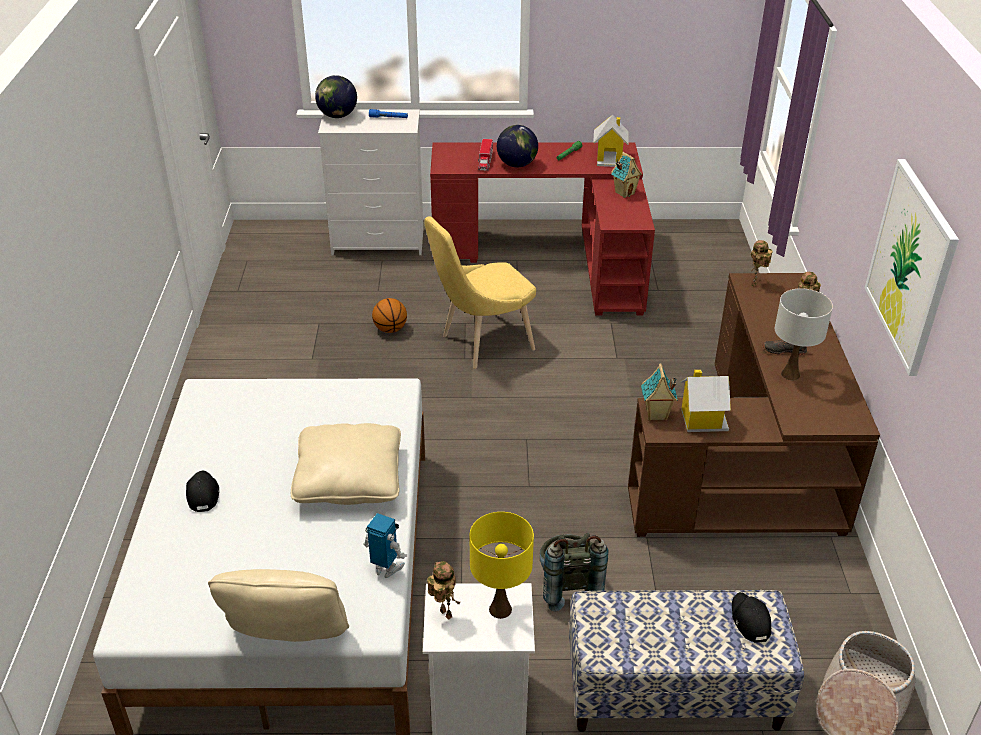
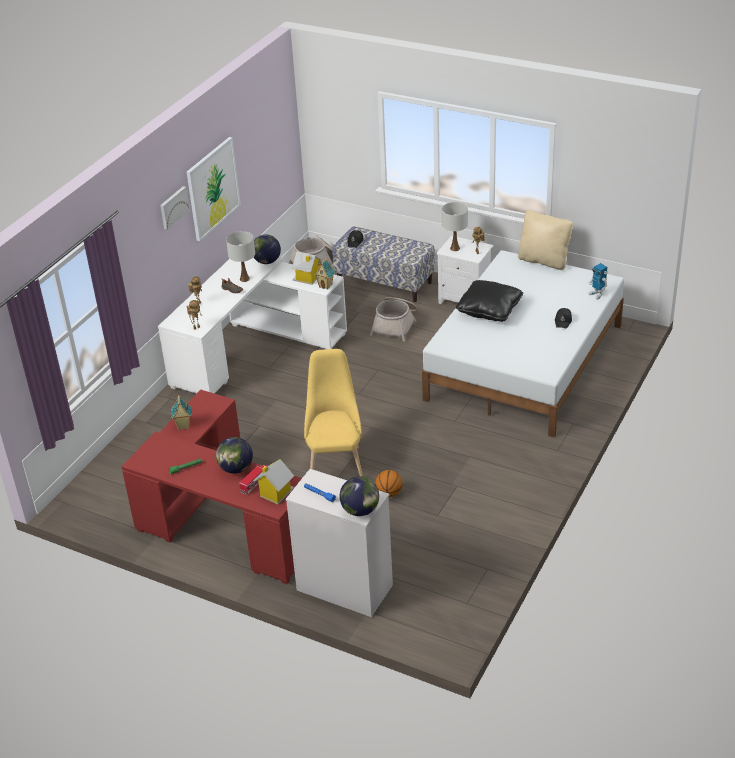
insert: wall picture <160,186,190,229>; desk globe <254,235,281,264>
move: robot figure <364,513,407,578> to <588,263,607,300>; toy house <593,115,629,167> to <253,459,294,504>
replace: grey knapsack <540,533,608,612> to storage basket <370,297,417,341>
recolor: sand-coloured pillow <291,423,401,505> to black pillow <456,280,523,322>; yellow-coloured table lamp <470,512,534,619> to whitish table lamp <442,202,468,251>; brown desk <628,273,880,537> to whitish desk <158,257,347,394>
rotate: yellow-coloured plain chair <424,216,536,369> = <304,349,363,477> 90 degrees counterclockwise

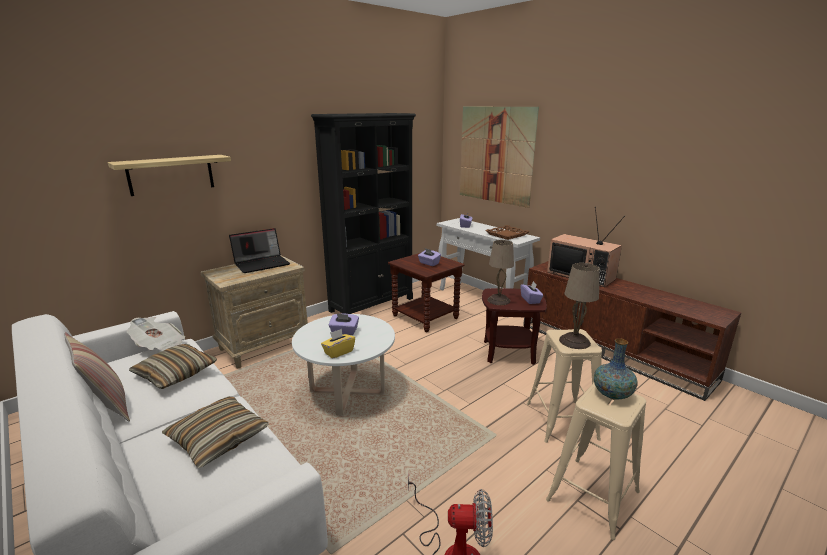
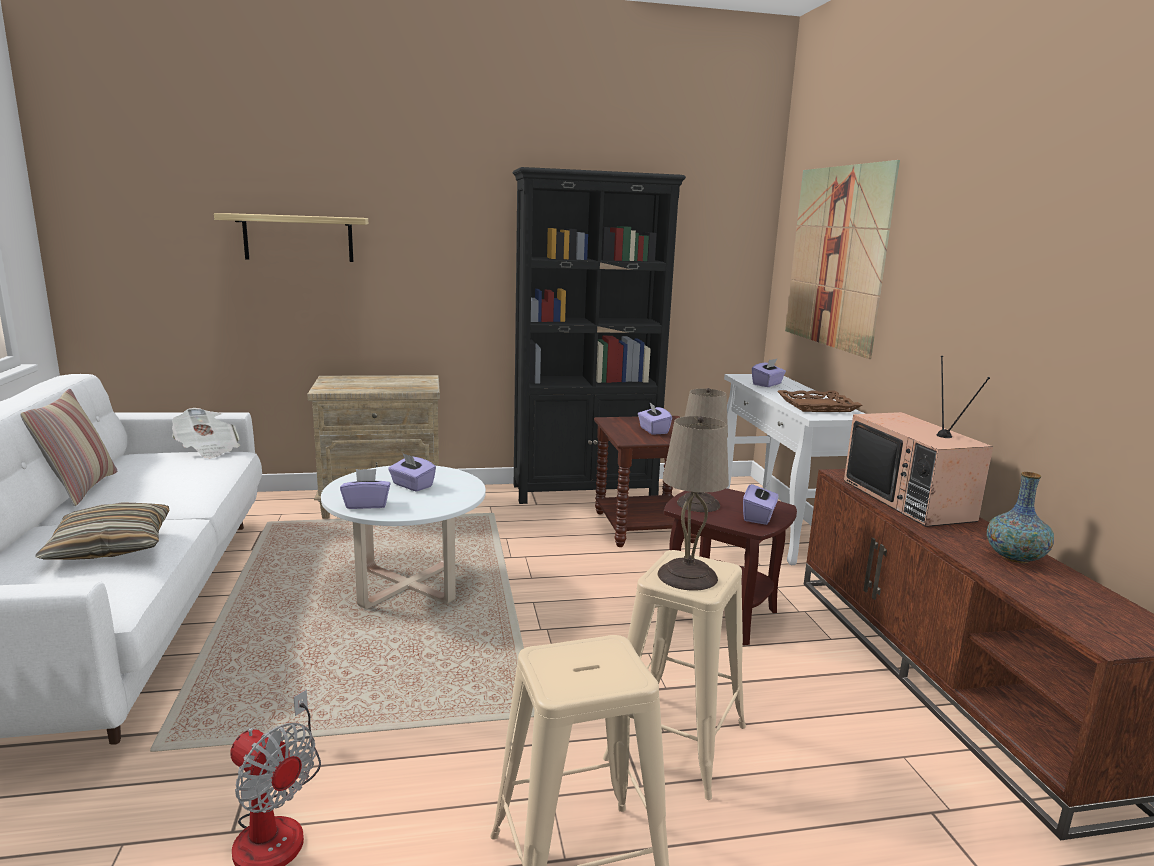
delete: pillow <129,344,217,389>; notebook computer <229,228,290,273>
move: flower vase <594,338,638,399> to <987,472,1054,563>
recolor: yellow-coloured tissue box <321,329,355,359> to purplish tissue box <340,469,391,509>

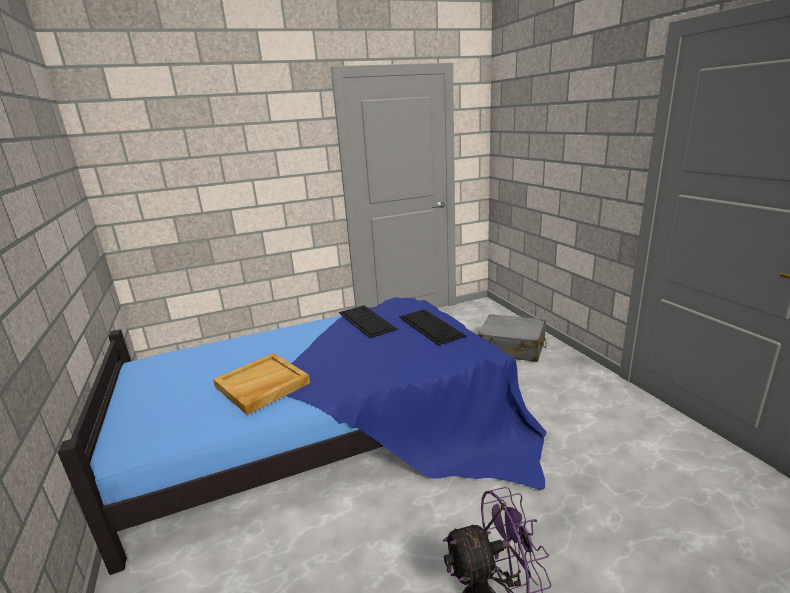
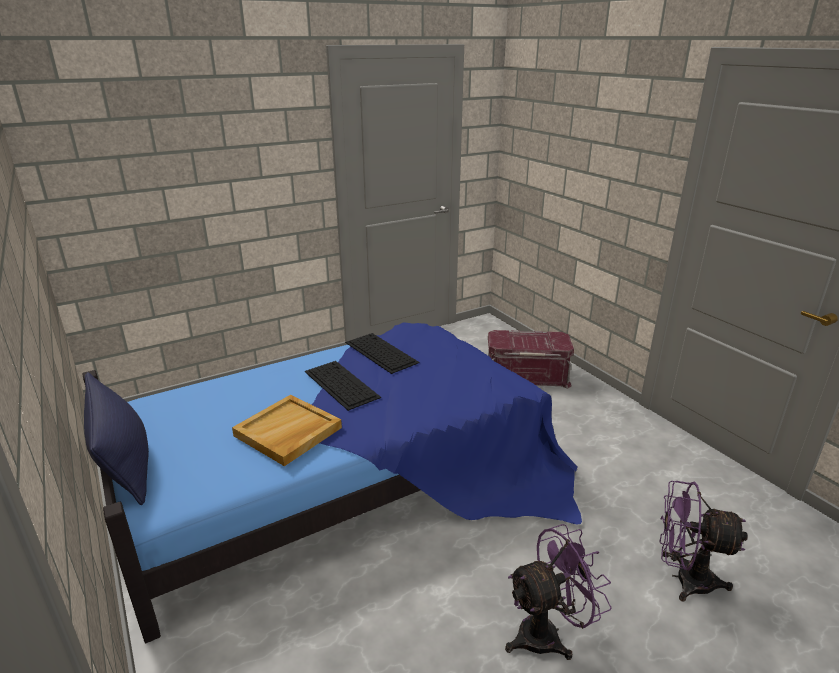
insert: blue pillow <84,372,149,505>; purplish electric fan <660,481,747,602>
move: PC keyboard <399,309,466,345> to <305,361,381,411>
replace: grey travel case <478,314,547,362> to reddish storage bin <488,330,574,389>

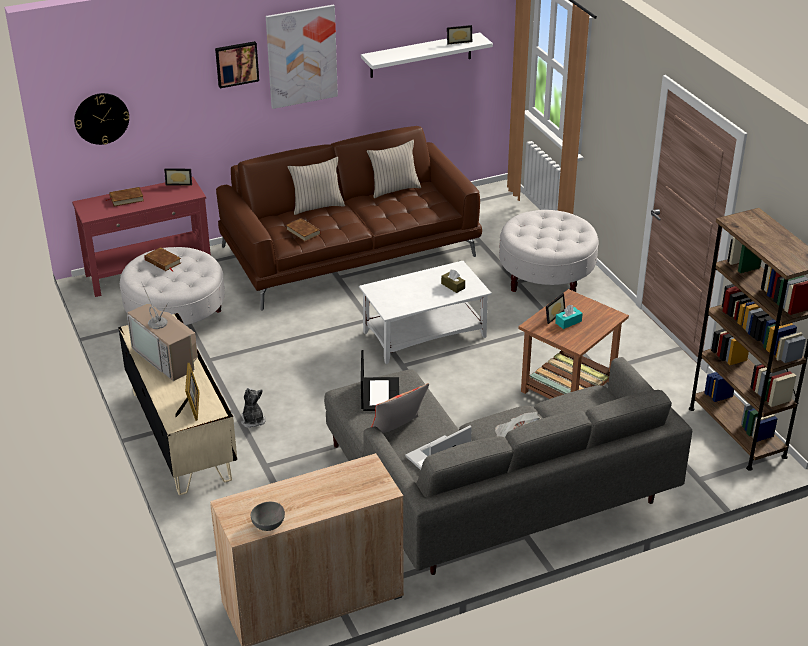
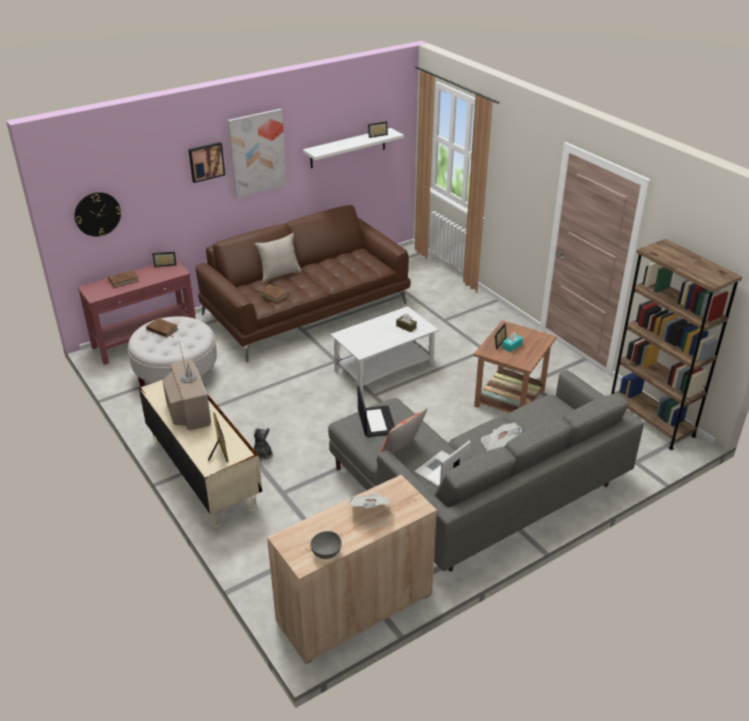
delete: sand-coloured pillow <367,140,421,198>; whitish pouffe <499,210,599,292>
insert: printed paper <348,493,392,508>
rotate: TV <127,282,198,381> = <163,342,211,430> 150 degrees counterclockwise

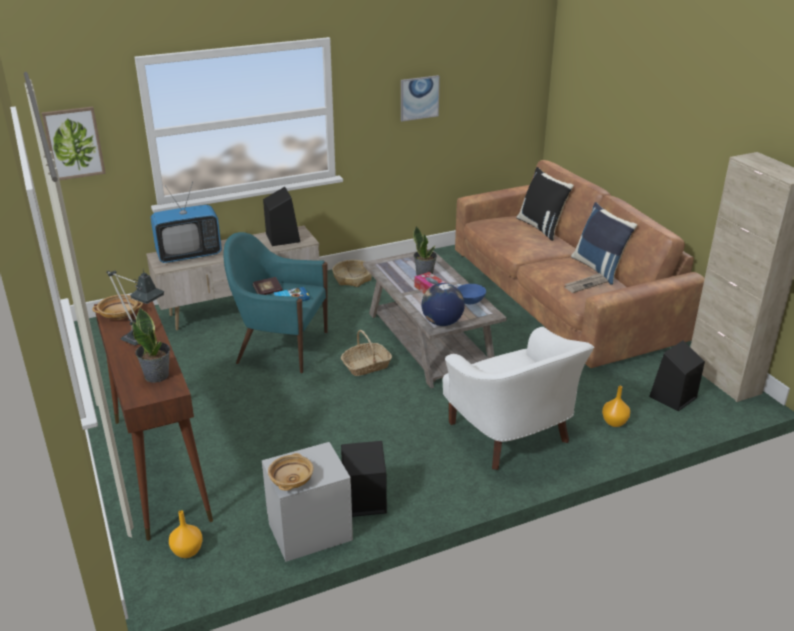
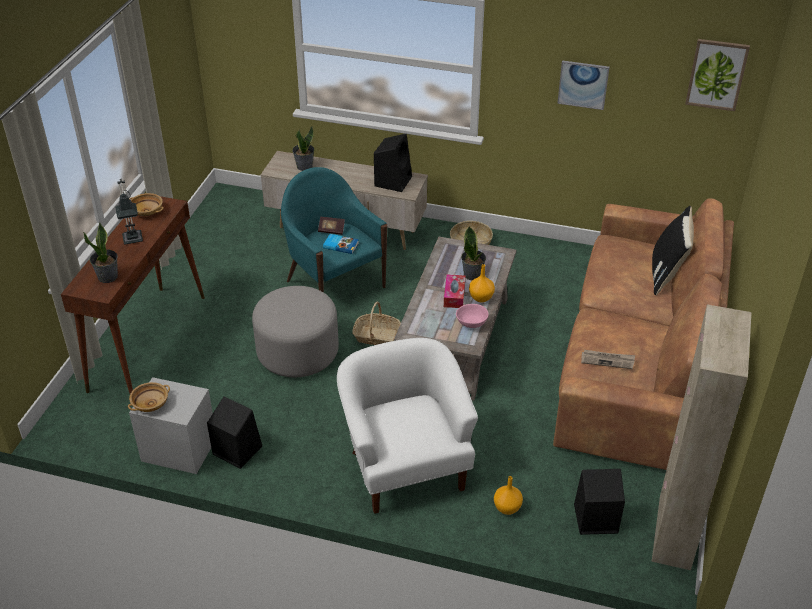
delete: desk globe <422,283,465,326>; blue pillow <571,202,637,285>
insert: grey pouffe <252,286,339,377>
move: wall picture <41,106,106,180> to <685,39,750,111>; orangey flower vase <169,510,203,558> to <469,264,495,302>
replace: TV <150,182,222,263> to plant in a pot <292,126,314,171>
recolor: blue bowl <457,284,486,304> to pink-coloured bowl <456,304,489,328>
rotate: whitish armchair <443,327,594,470> = <337,338,478,514> 150 degrees clockwise

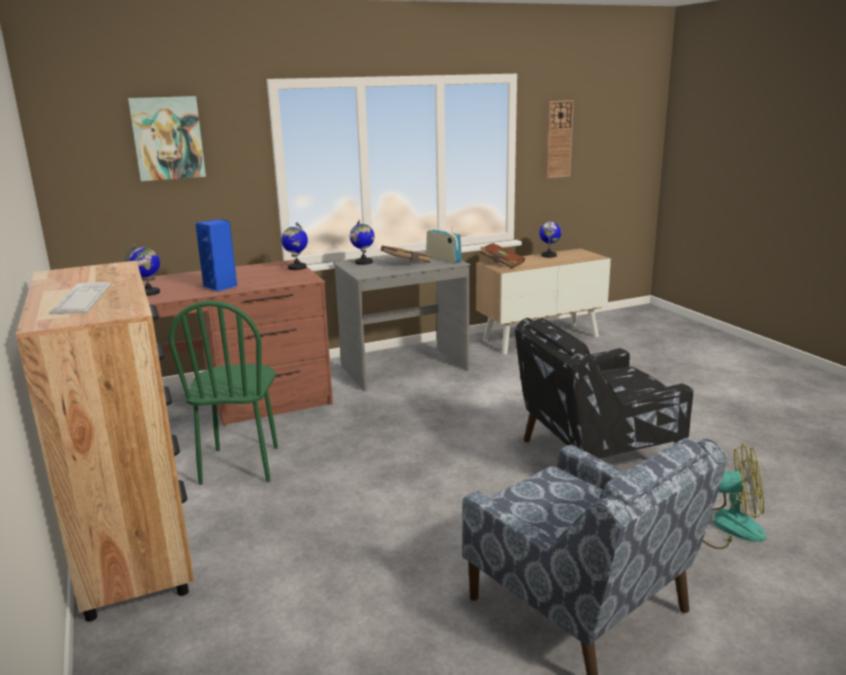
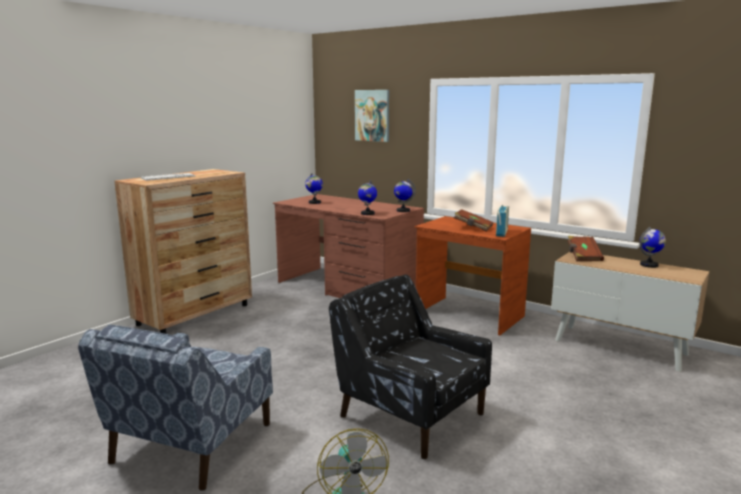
delete: green-coloured plain chair <169,301,278,485>; blue speaker <195,219,237,292>; hanging clock <546,100,574,178>
move: desk globe <350,220,375,265> to <358,181,377,215>
recolor: grey desk <333,251,471,391> to brown desk <415,216,531,336>

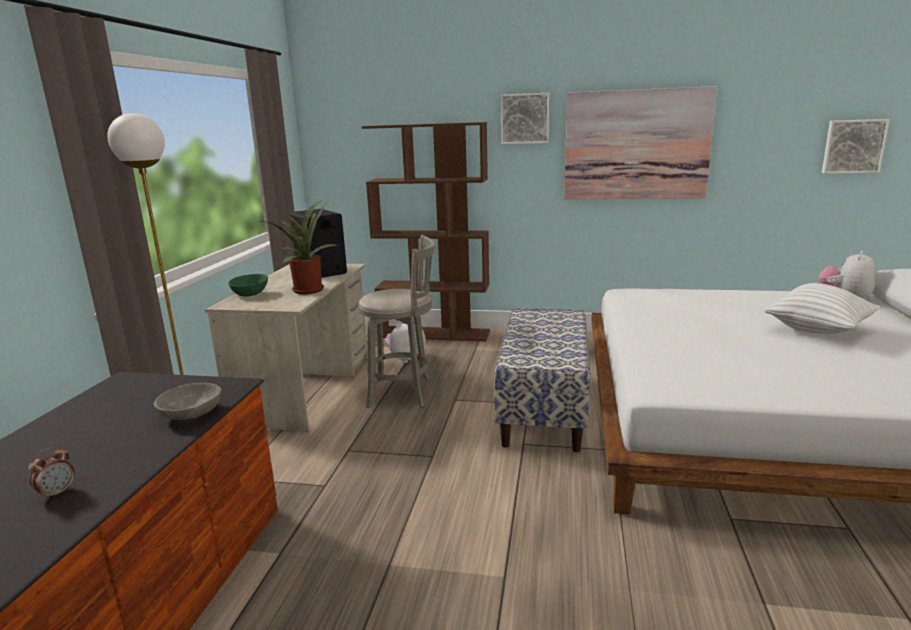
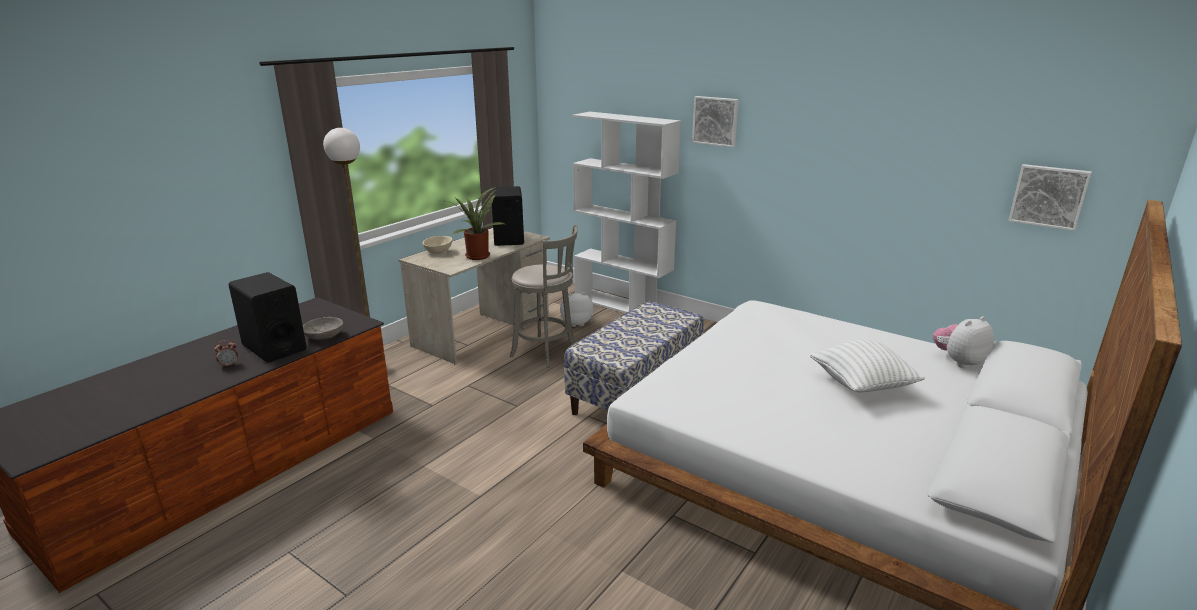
delete: wall picture <564,86,717,200>
insert: black speaker <229,272,306,363>
recolor: green-coloured bowl <228,274,268,297> to sand-coloured bowl <423,236,452,254>; brown bookshelf <362,122,490,341> to whitish bookshelf <572,112,681,313>

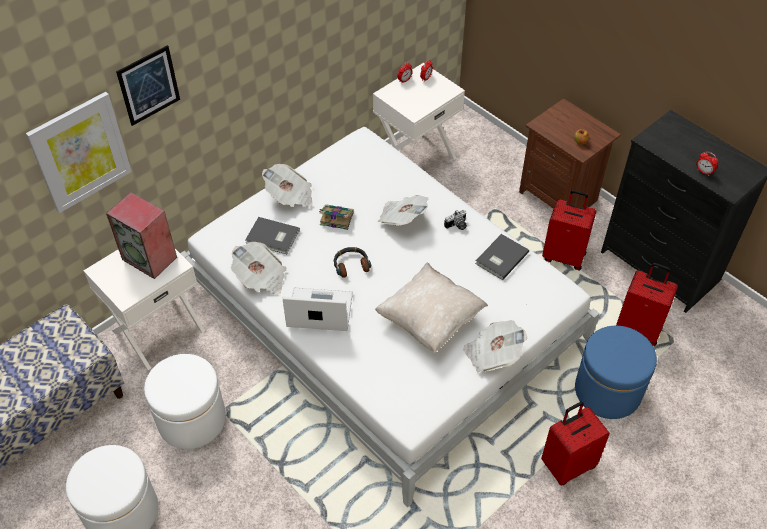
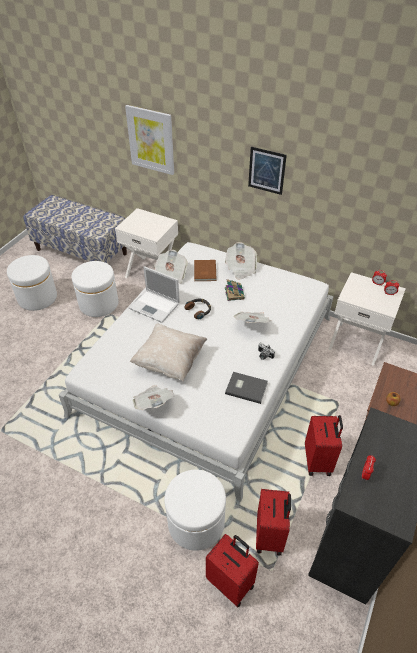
delete: speaker <106,192,177,279>
move: wall picture <116,45,180,126> to <248,147,287,195>; reddish travel case <541,402,610,486> to <206,534,259,607>
recolor: grey bound book <245,217,300,254> to brown bound book <194,260,217,281>; blue pouffe <575,326,657,419> to whitish pouffe <165,470,226,551>
rotate: notebook computer <283,287,353,331> = <129,266,180,323> 135 degrees clockwise

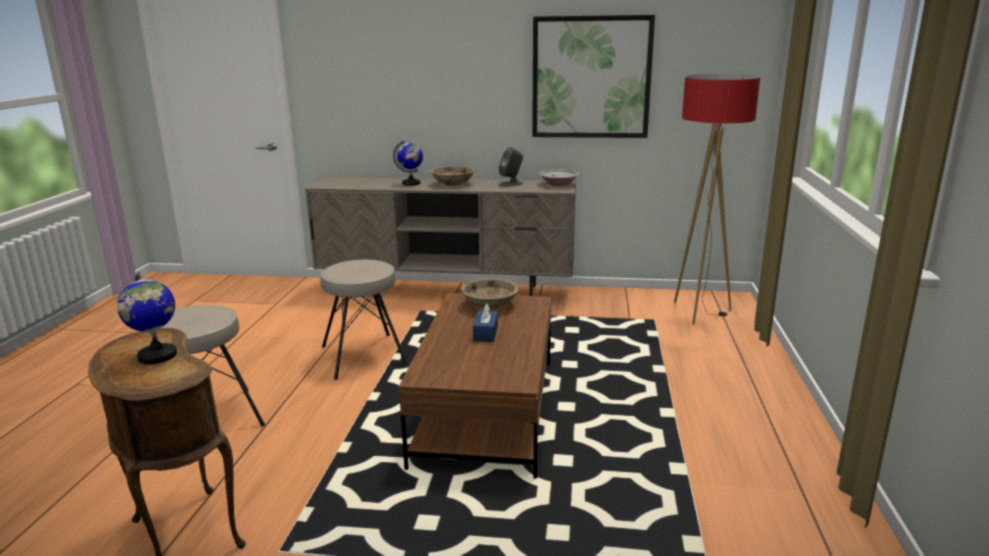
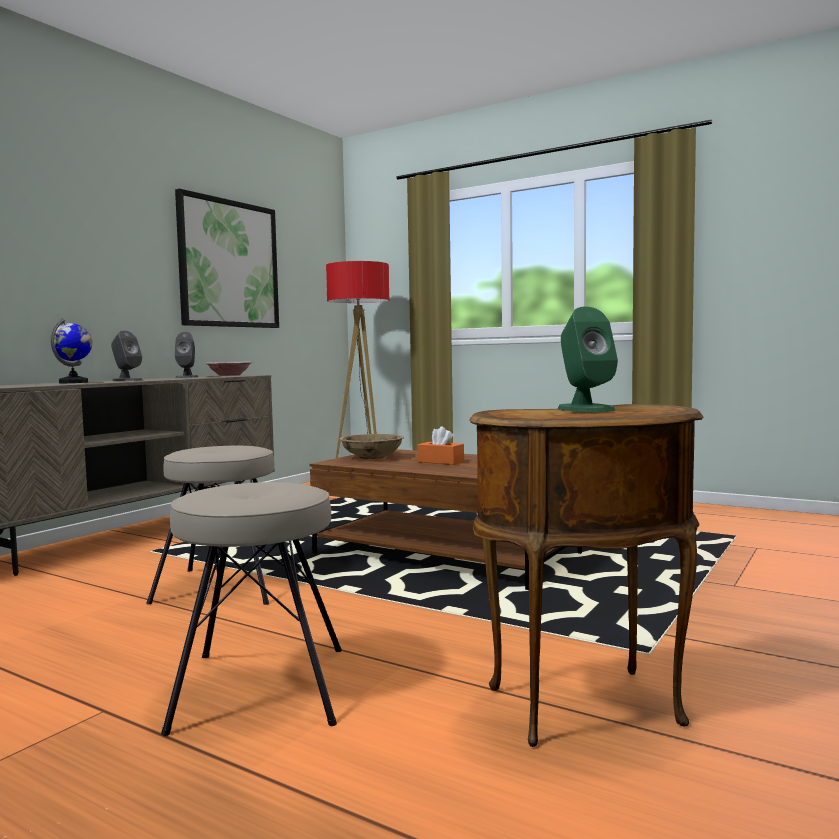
replace: desk globe <117,271,177,364> to green-coloured speaker <558,307,618,412>; sand-coloured bowl <430,166,475,186> to grey speaker <111,330,142,381>
recolor: blue tissue box <473,303,498,342> to orangey tissue box <418,426,464,465>

